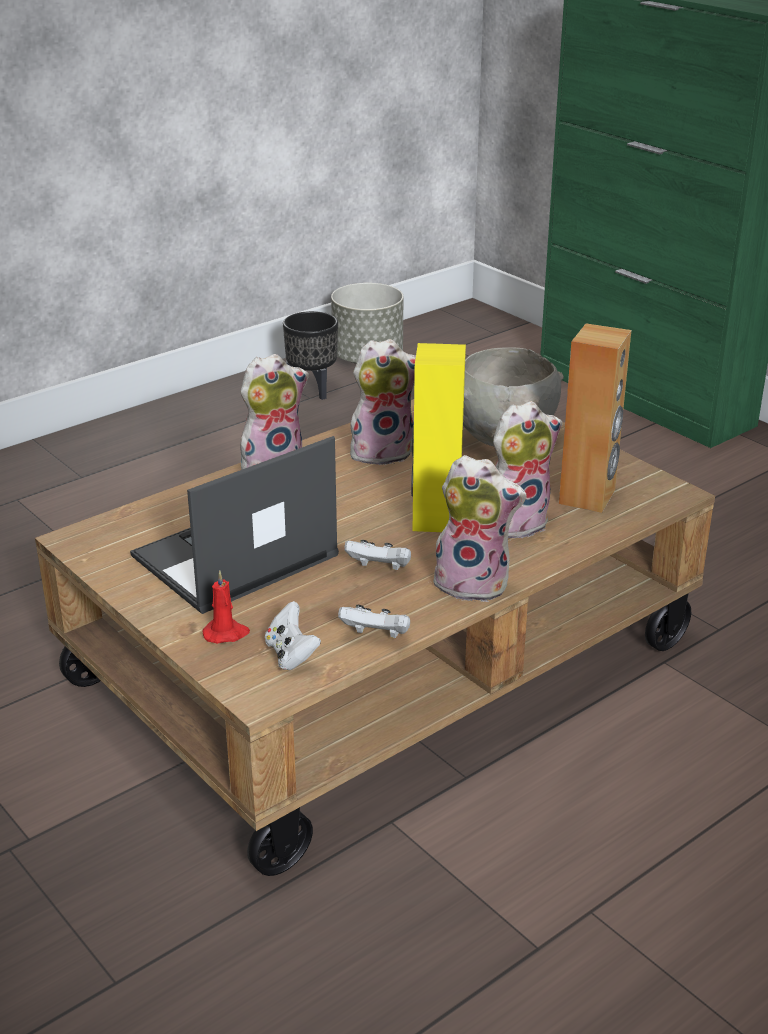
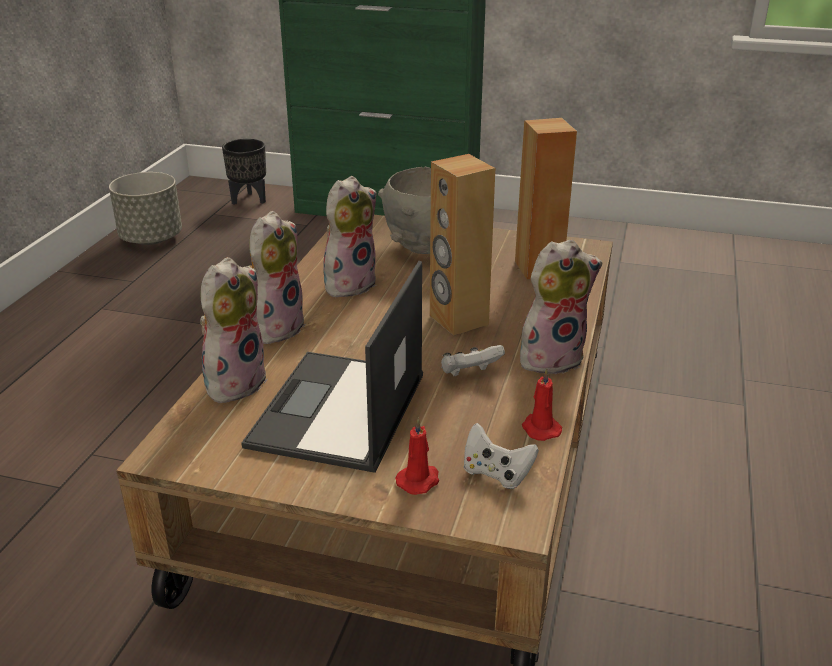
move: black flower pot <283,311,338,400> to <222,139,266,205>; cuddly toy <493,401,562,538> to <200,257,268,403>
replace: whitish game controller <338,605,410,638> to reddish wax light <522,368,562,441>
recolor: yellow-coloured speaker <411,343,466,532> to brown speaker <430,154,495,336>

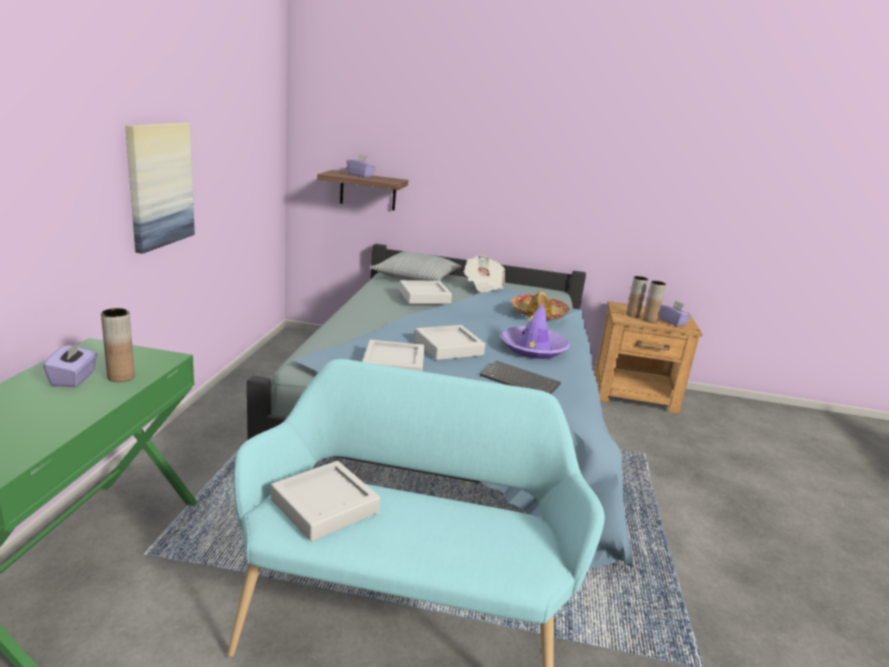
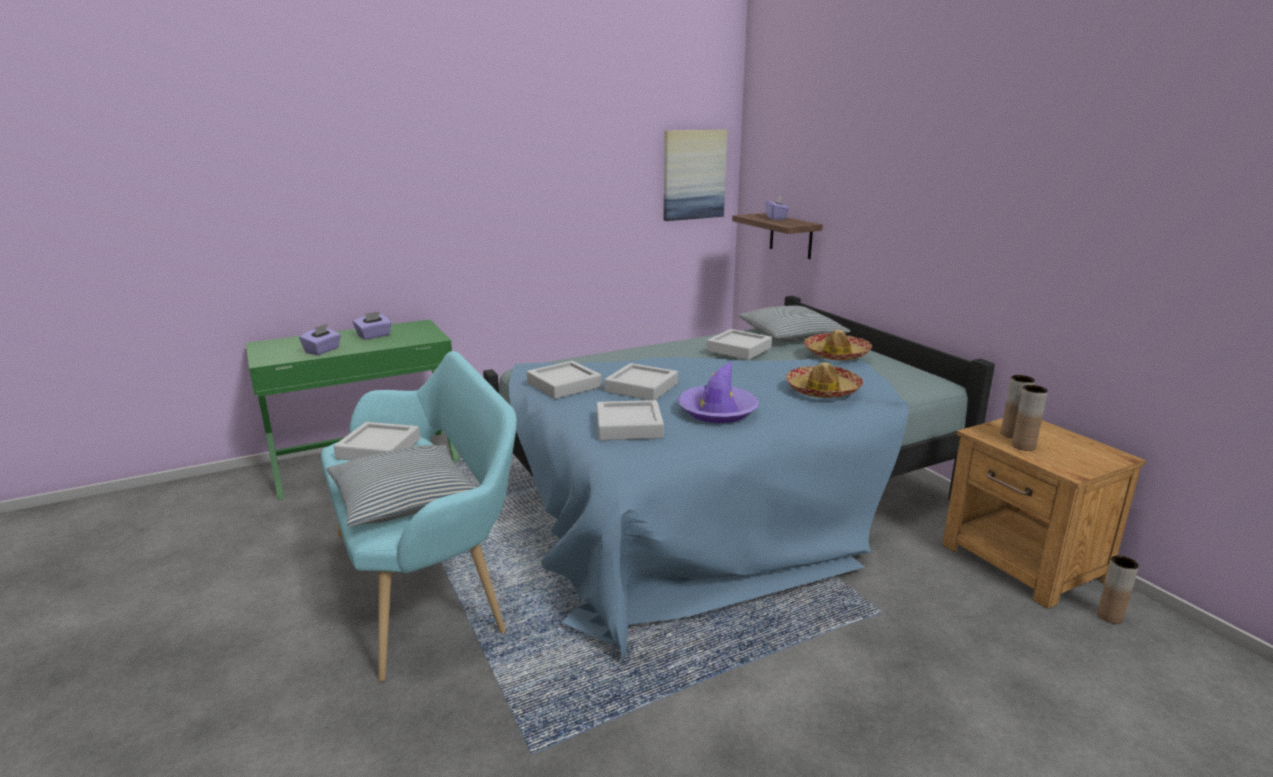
insert: pillow <326,445,477,527>
move: brown flower vase <101,308,135,382> to <1097,556,1139,624>; wall picture <125,123,195,254> to <664,129,727,221>; purplish tissue box <660,301,691,326> to <299,324,341,355>
replace: printed paper <464,255,505,292> to clothing hat <804,329,872,361>; PC keyboard <480,361,561,394> to grey carrying tray <597,400,664,440>

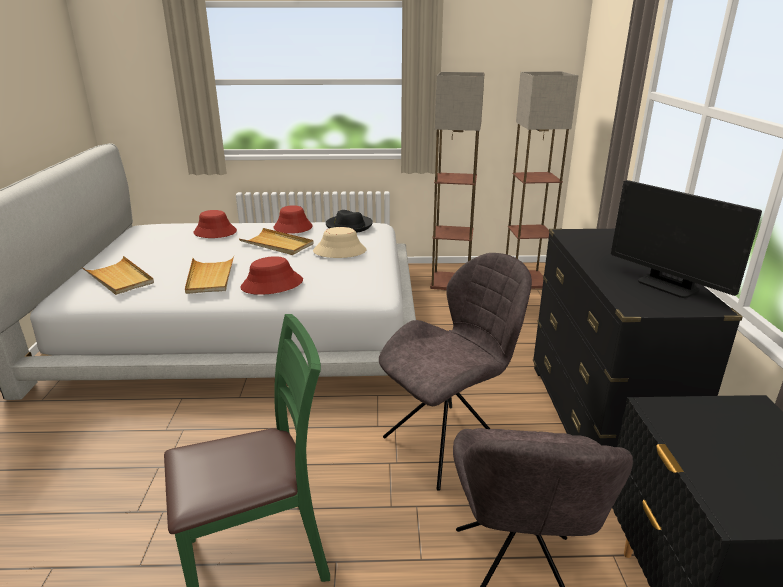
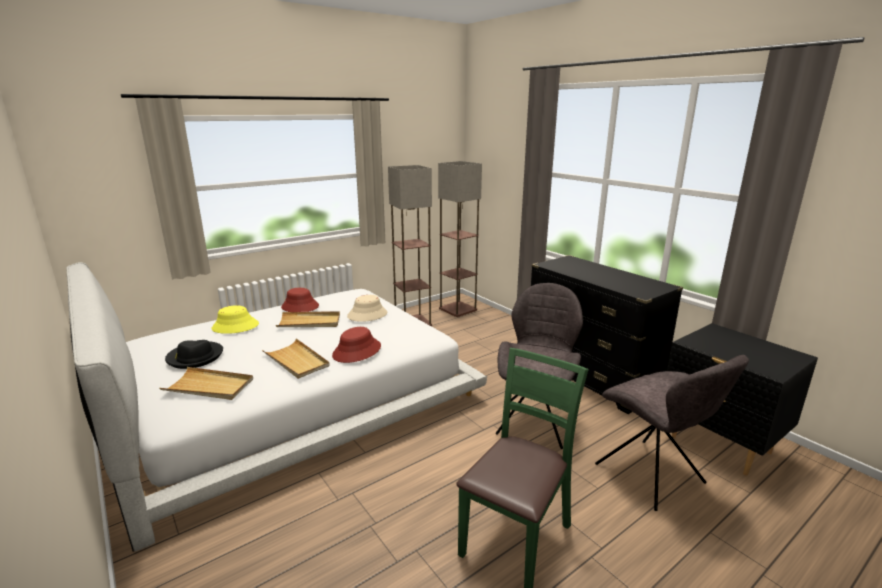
delete: computer display <611,180,762,298>
move: black clothing hat <326,210,373,233> to <165,340,223,369>
recolor: reddish clothing hat <193,210,237,238> to yellow-coloured clothing hat <211,305,259,334>

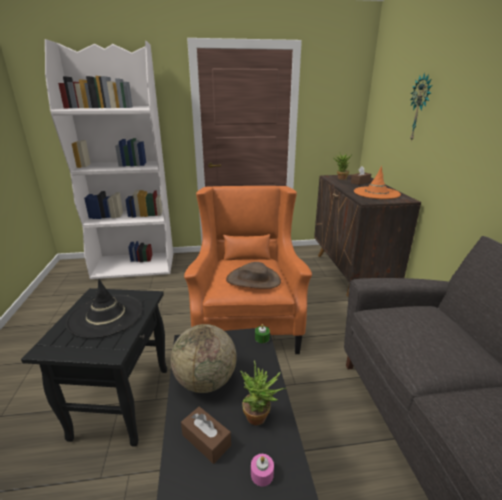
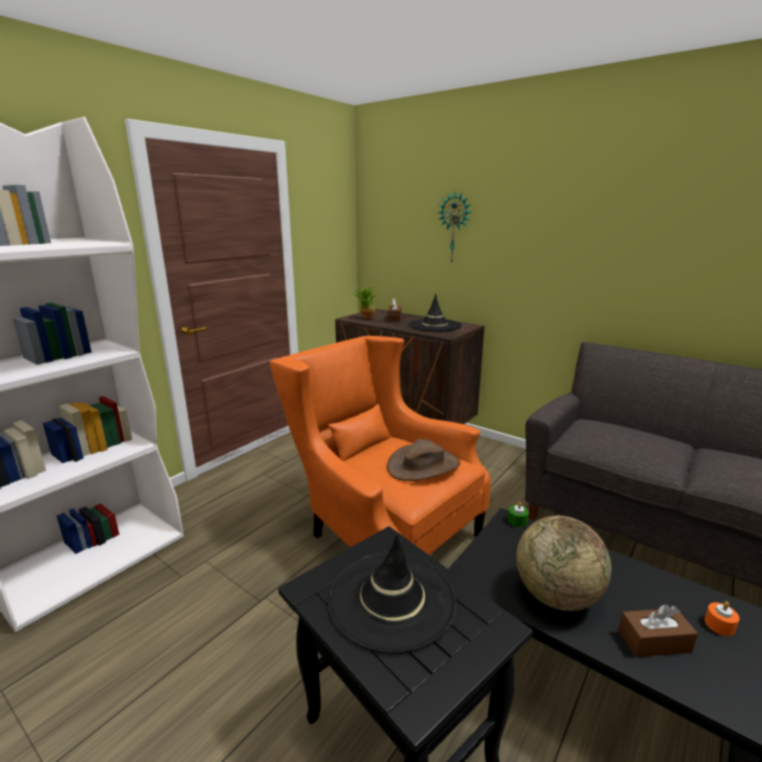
delete: plant in a pot <240,360,286,425>
recolor: pink-coloured wax light <251,454,274,487> to orangey wax light <705,601,740,636>; orangey clothing hat <354,166,401,199> to black clothing hat <409,294,462,332>

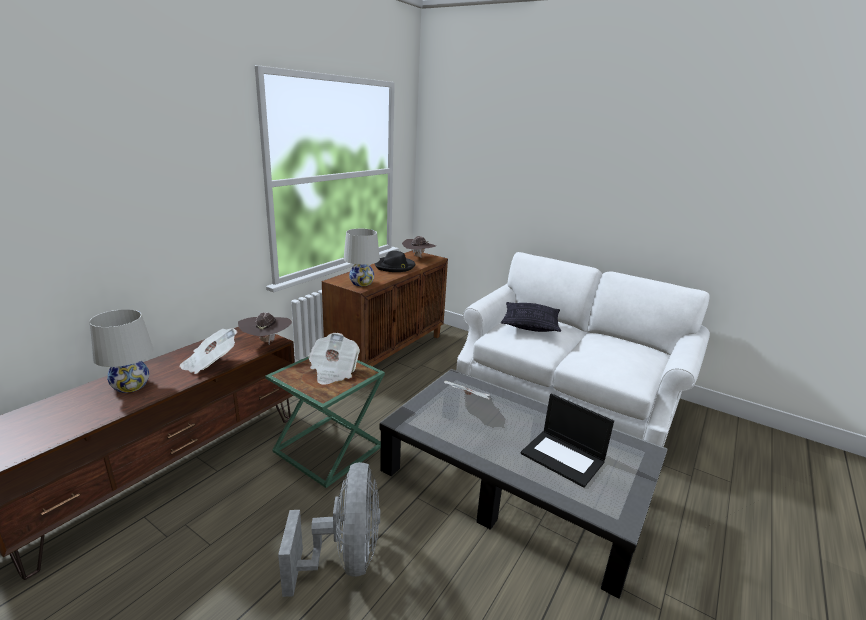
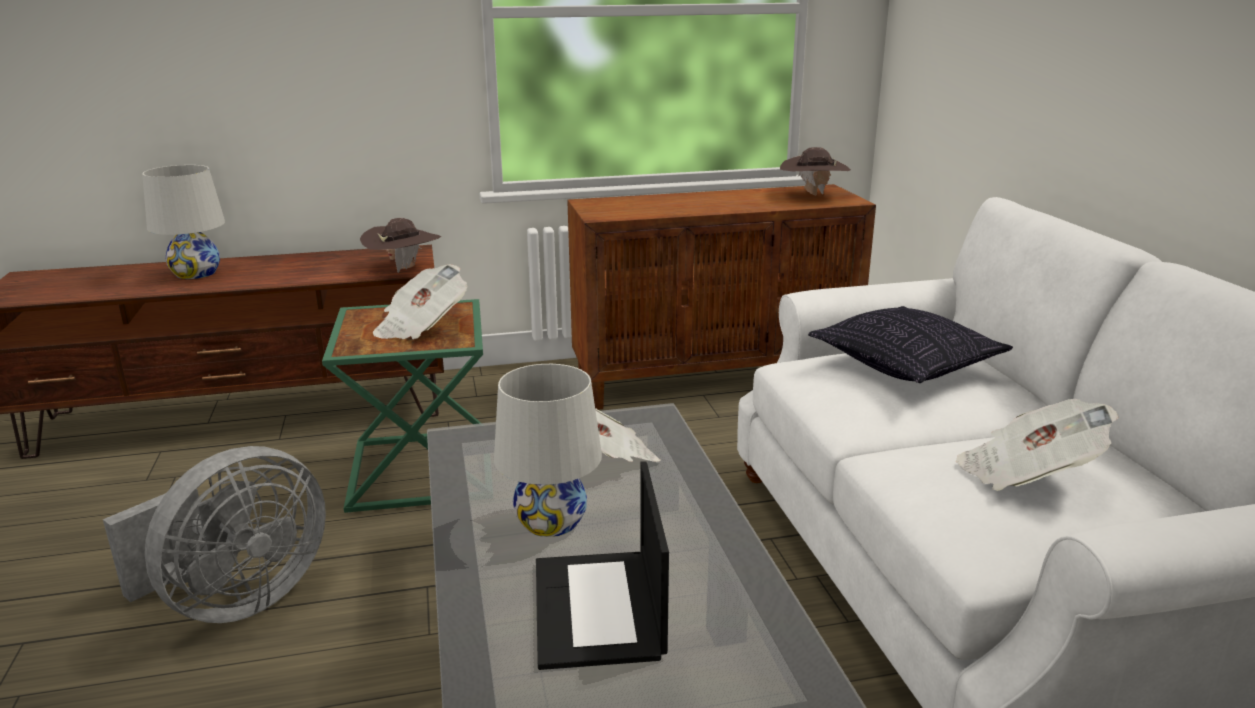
delete: black clothing hat <375,251,415,272>
move: printed paper <180,328,237,374> to <956,399,1119,491>; whitish table lamp <344,229,380,286> to <494,364,602,537>

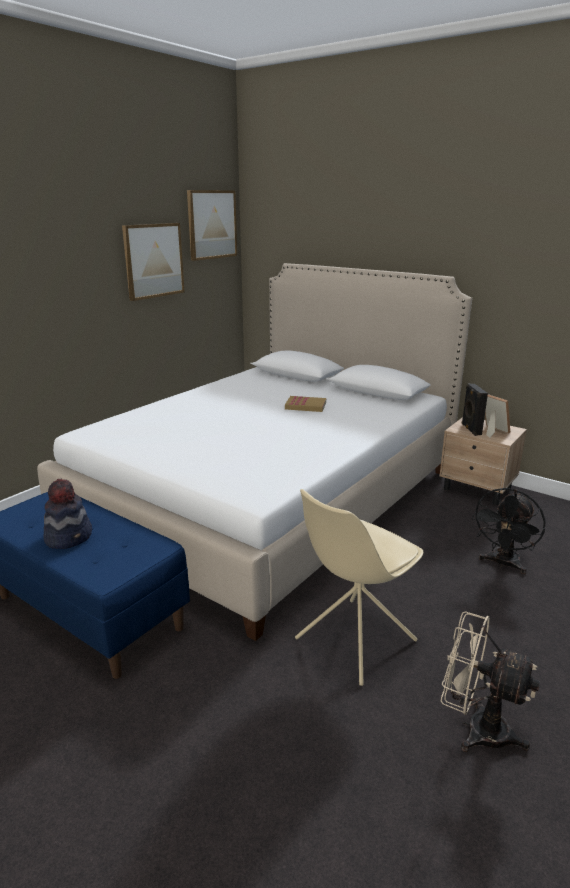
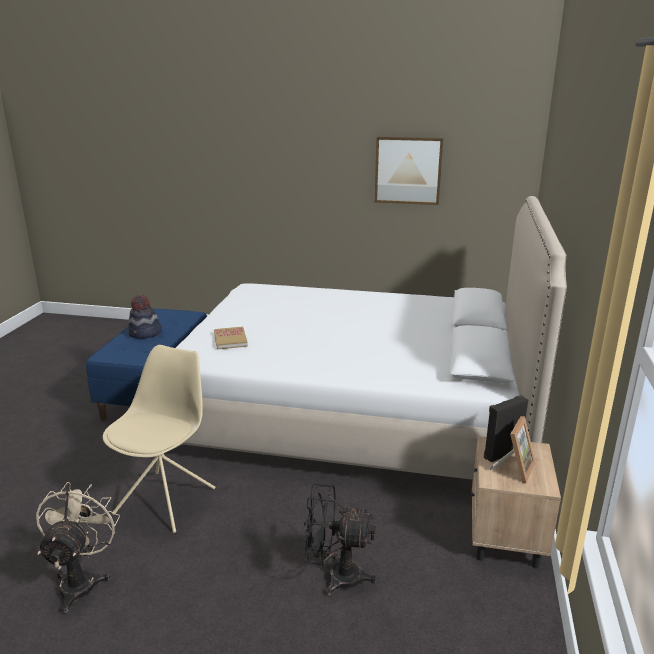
delete: wall picture <187,190,237,261>
move: bound book <285,396,326,412> to <214,327,248,349>
rotate: sand-coloured plain chair <295,489,423,686> = <103,345,216,533> 90 degrees clockwise

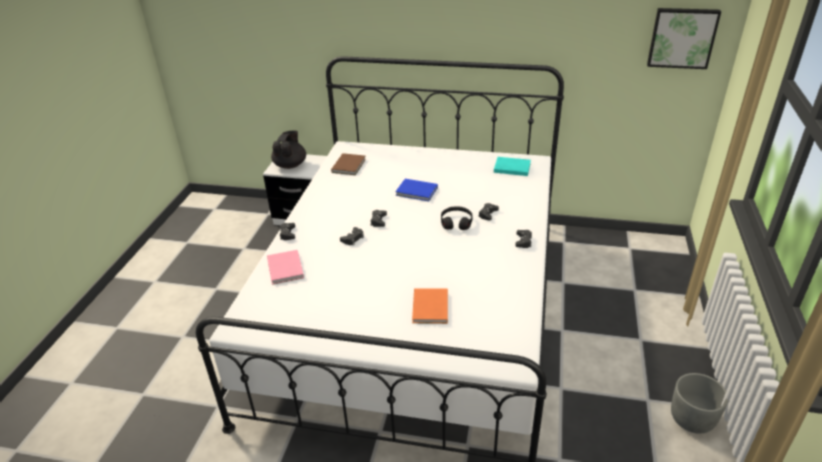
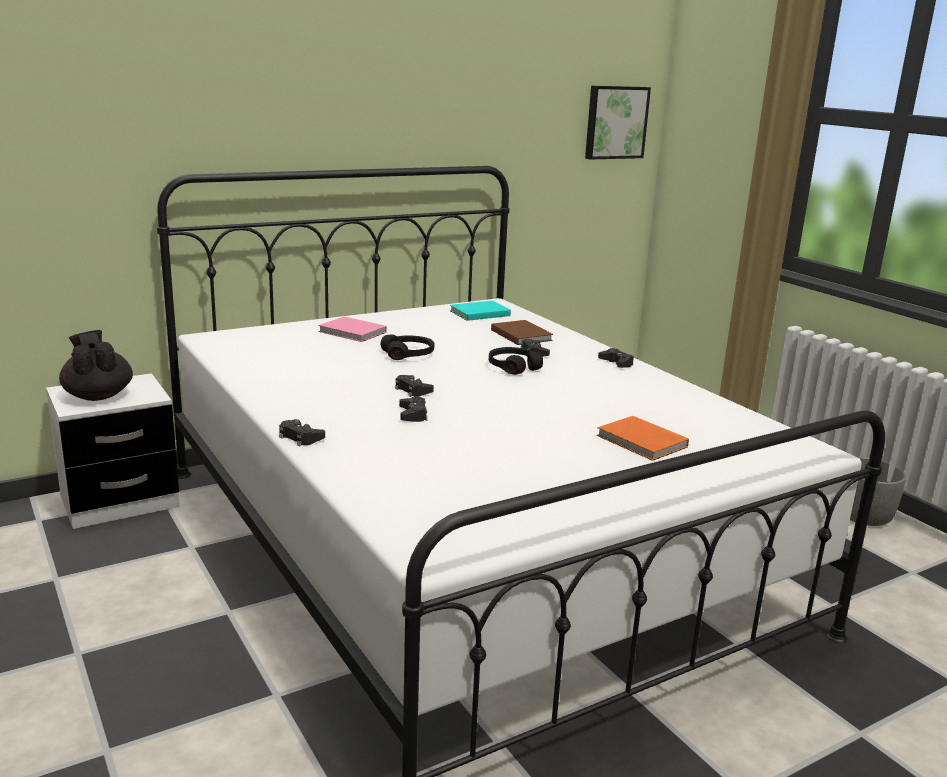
move: pink-coloured bound book <267,250,304,285> to <318,316,387,342>; brown bound book <331,153,366,175> to <491,320,553,345>
replace: blue bound book <395,179,438,201> to black headphones <381,335,434,360>

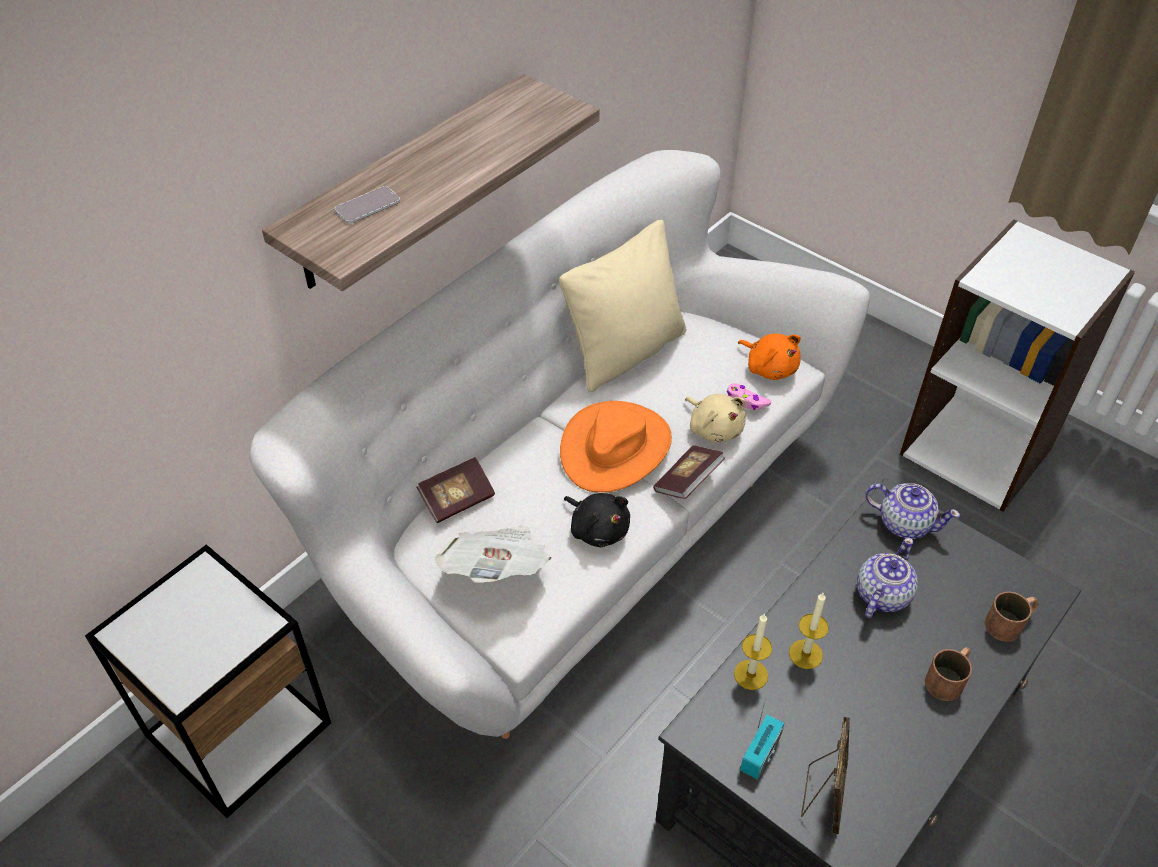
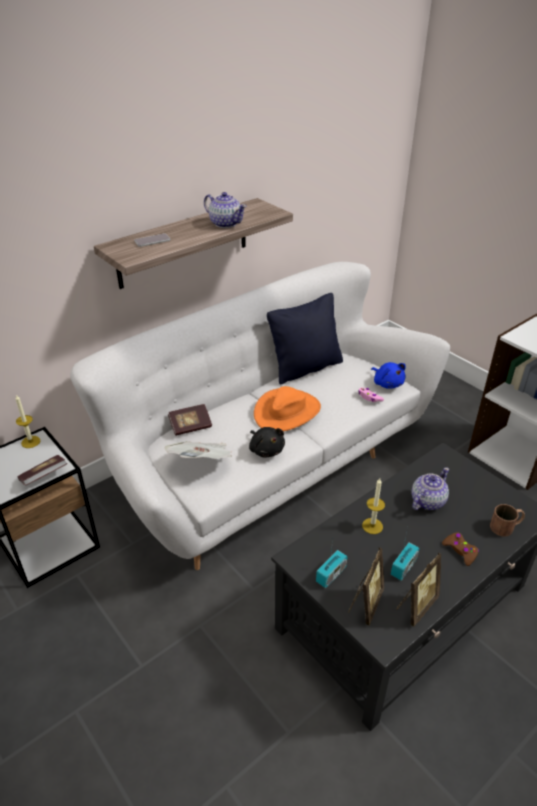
delete: sand-coloured cuddly toy <685,394,746,443>
insert: radio receiver <391,527,419,580>; picture frame <396,553,441,627>
move: bound book <653,445,725,499> to <17,455,67,486>; wax light <734,613,772,690> to <15,395,40,448>; pot for tea <865,483,960,539> to <204,192,247,228>
replace: brown tea mug <925,647,972,701> to brown game controller <442,533,479,566>
recolor: sand-coloured pillow <559,220,686,392> to black pillow <267,293,343,384>; orangey cuddly toy <738,334,801,380> to blue cuddly toy <371,362,406,389>

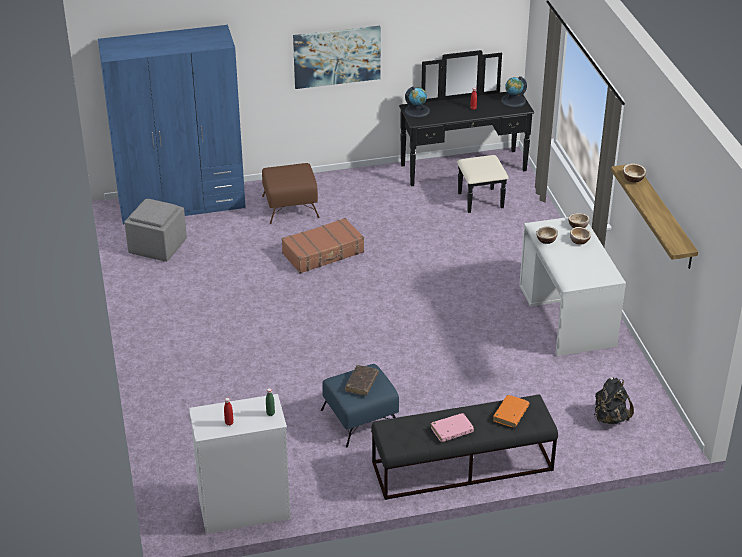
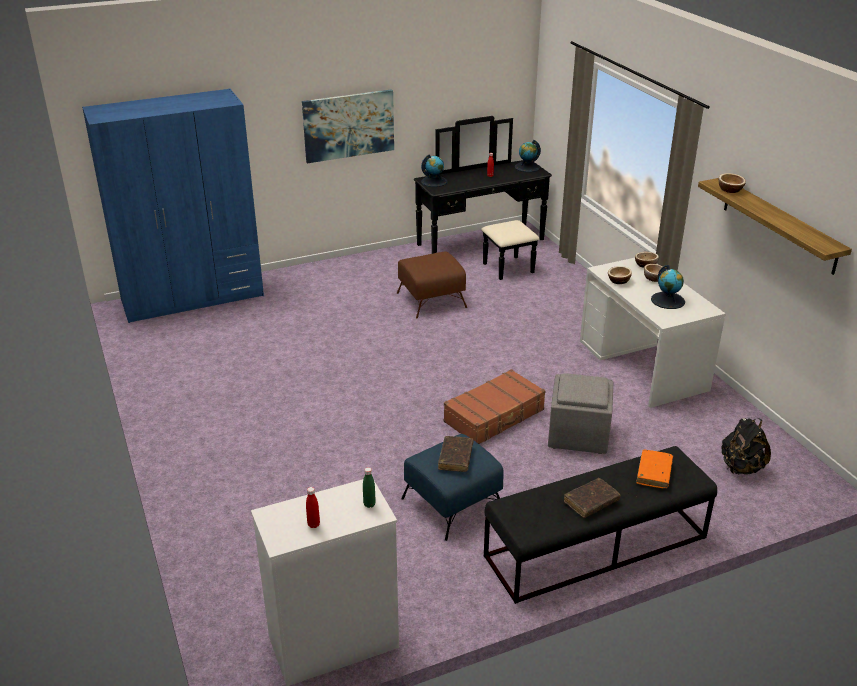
insert: desk globe <651,265,685,309>
move: grey pouffe <124,199,187,262> to <548,373,613,454>; brown pouffe <262,163,320,224> to <397,252,467,319>; brown travel case <281,218,364,274> to <443,369,546,444>
recolor: pink-coloured bound book <431,413,474,442> to brown bound book <564,478,621,518>

